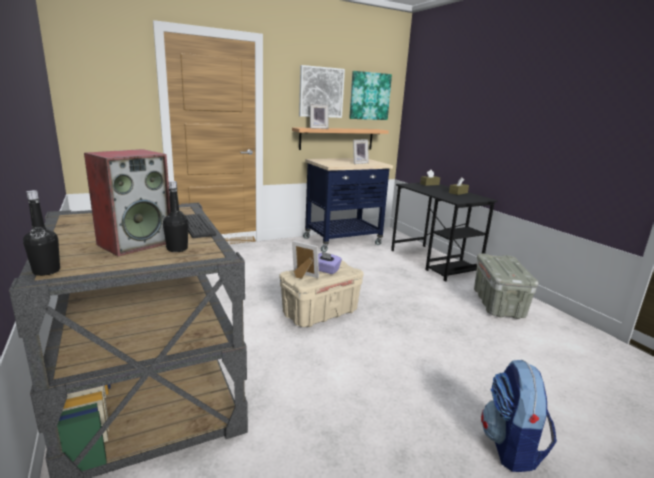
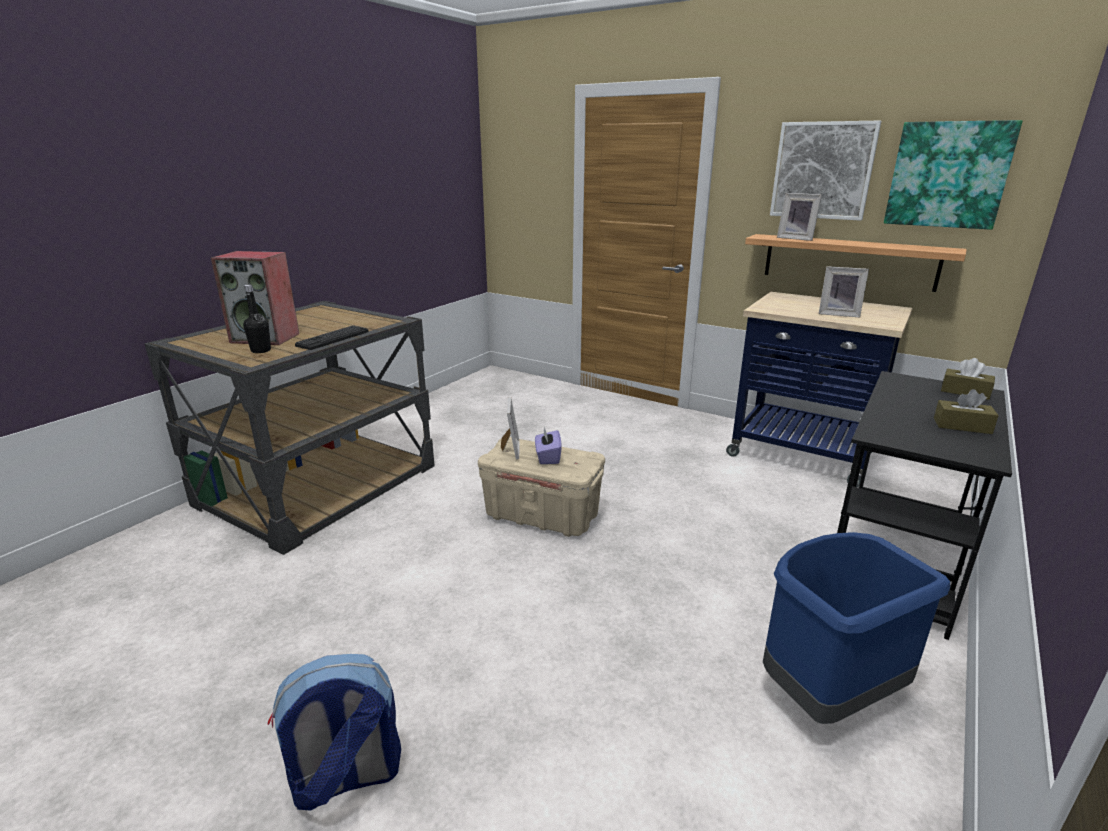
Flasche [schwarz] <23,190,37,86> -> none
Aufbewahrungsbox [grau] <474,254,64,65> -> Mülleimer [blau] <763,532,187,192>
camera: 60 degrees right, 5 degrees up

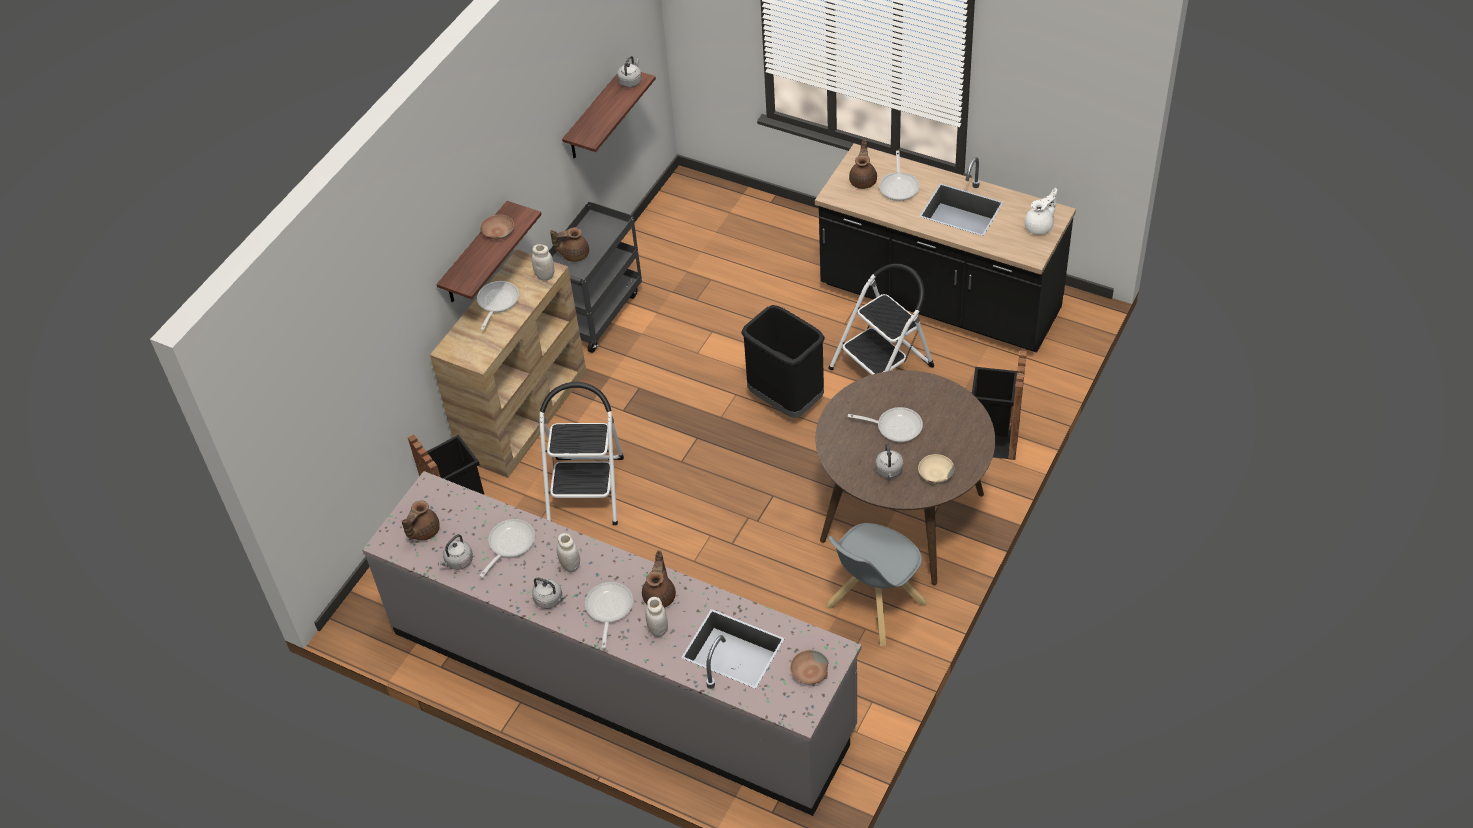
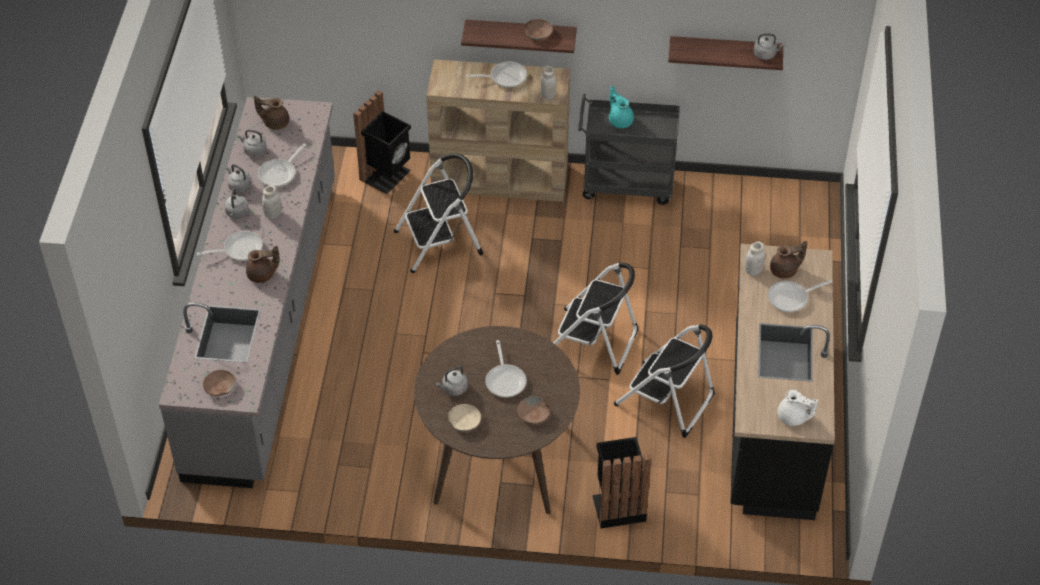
Teekanne [braun] <550,227,39,35> -> Teekanne [türkis] <609,86,25,42>
Mülleimer [schwarz] <741,305,84,113> -> Trittleiter <553,263,86,112>
Pfanne <480,519,55,58> -> Pfanne <258,144,48,43>, 120 degrees clockwise
Stuhl [grau] <826,523,100,123> -> none
Vorratsglas [weiß] <645,597,23,40> -> Vorratsglas [weiß] <745,242,20,33>, relocated
none -> Wasserkessel [grau] <226,164,25,29>
none -> Schüssel [braun] <518,396,33,28>
camera: 65 degrees right, 0 degrees up

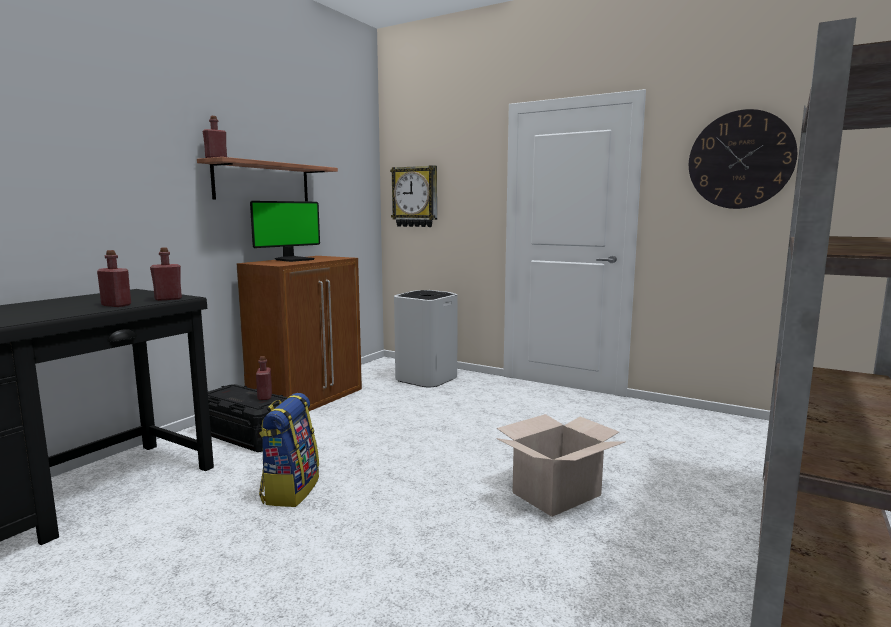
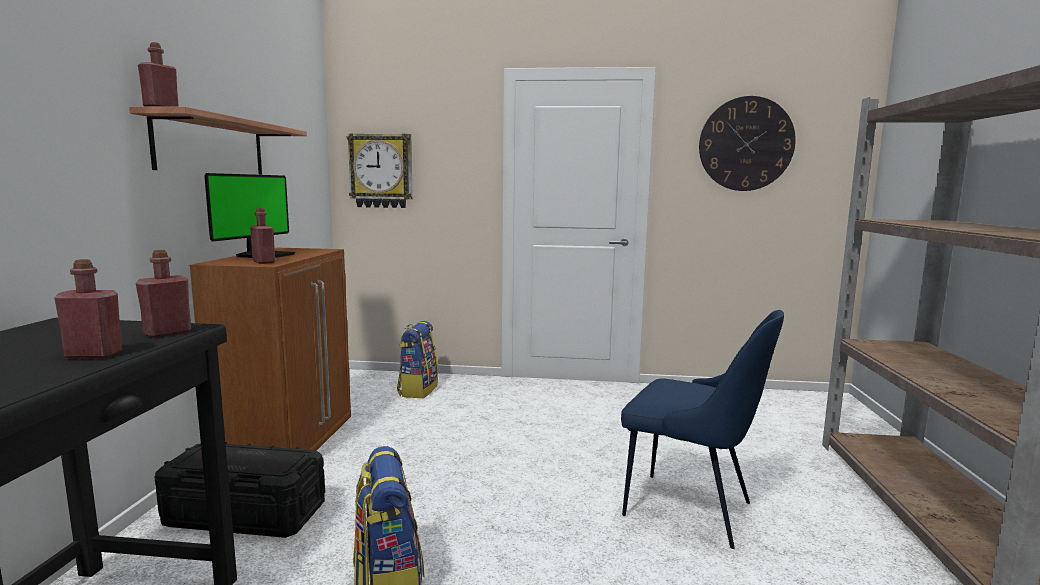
Mülleimer [weiß] <394,290,64,97> -> Rucksack <397,321,42,77>
Flasche [rot] <256,356,16,44> -> Flasche [rot] <250,207,25,57>, relocated
Karton <496,414,129,103> -> Stuhl [blau] <621,310,163,239>
camera: 25 degrees left, 0 degrees up

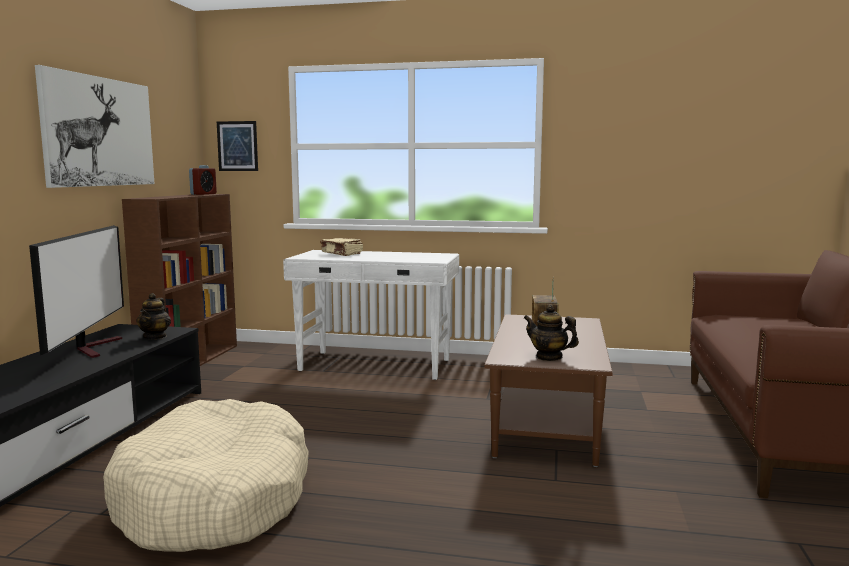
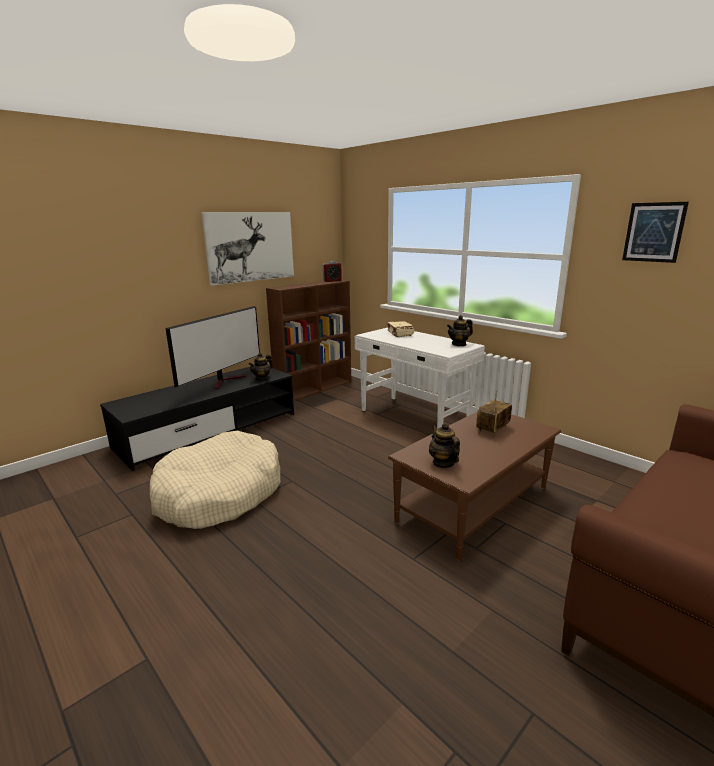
Bild <217,121,41,50> -> Bild <622,202,67,61>, relocated
none -> Teekanne <447,315,26,31>
camera: 35 degrees right, 10 degrees up

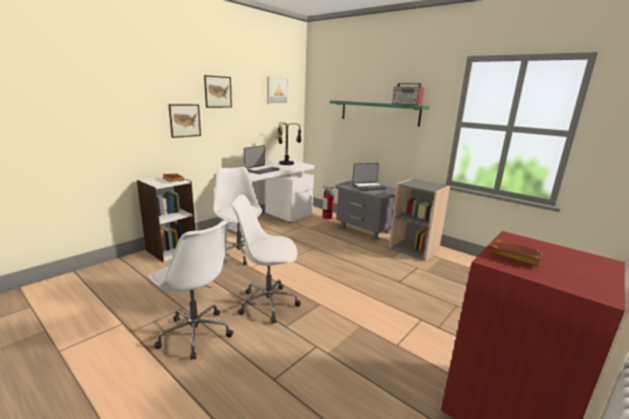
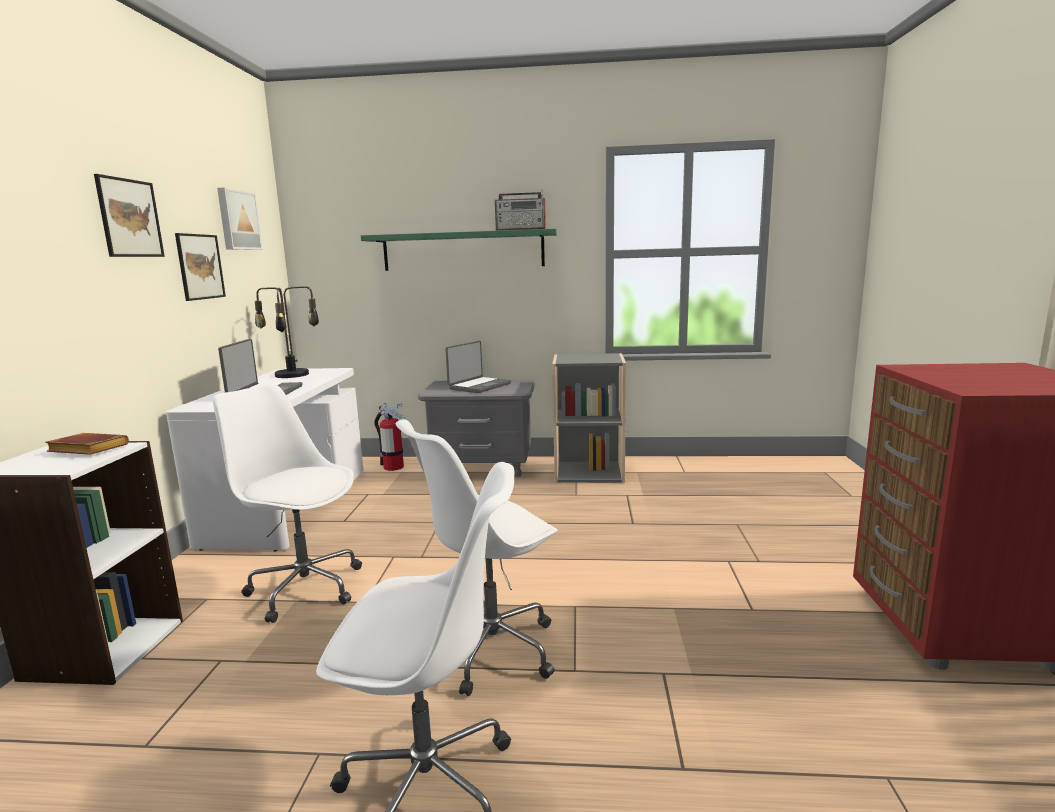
Bild <169,104,32,34> -> Bild <175,233,51,68>, relocated
Buch [braun] <490,239,52,28> -> none
camera: 35 degrees left, 5 degrees down

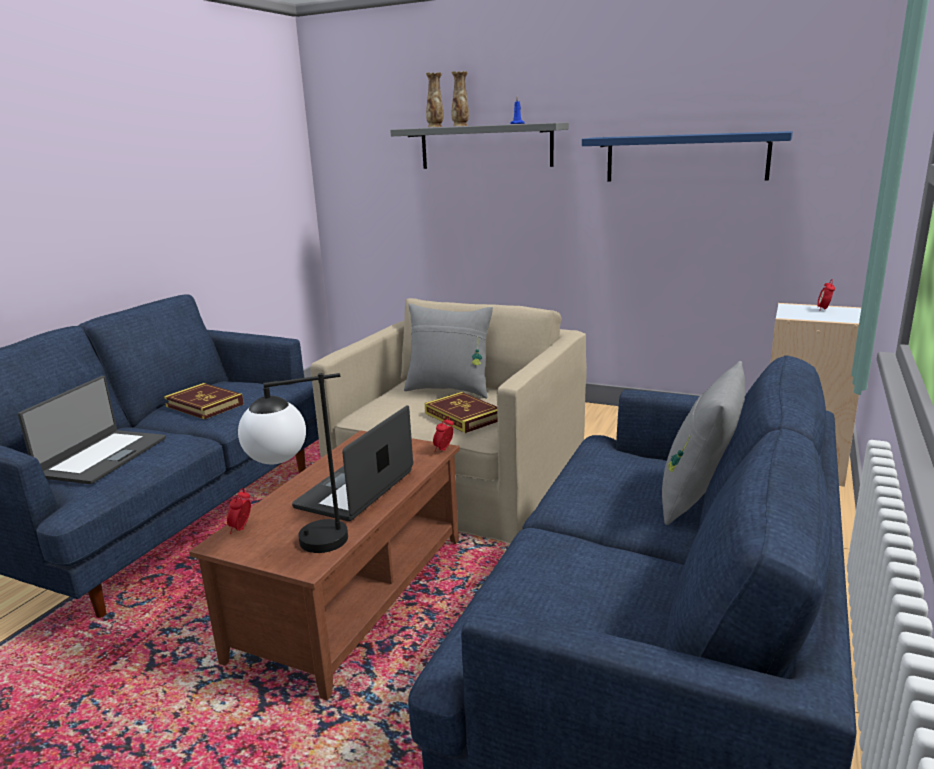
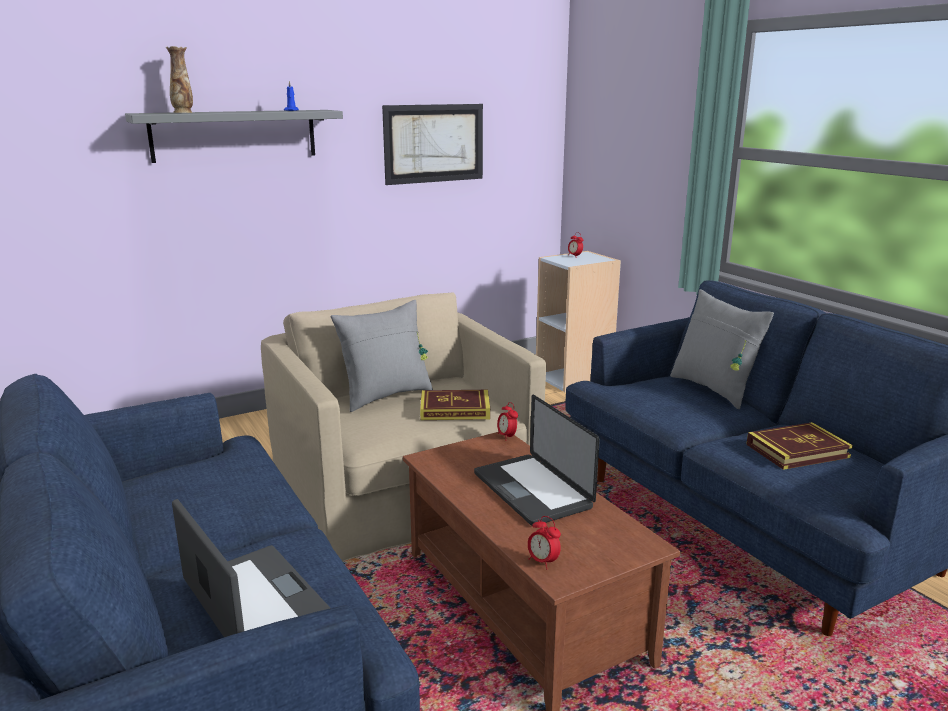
Vase <451,71,18,55> -> none
Wandregal [blau] <582,131,211,51> -> Bild <382,104,101,81>
Tischlampe <238,373,110,180> -> none
Buch <164,383,80,36> -> Buch <746,422,107,48>, relocated
camera: 55 degrees left, 0 degrees up

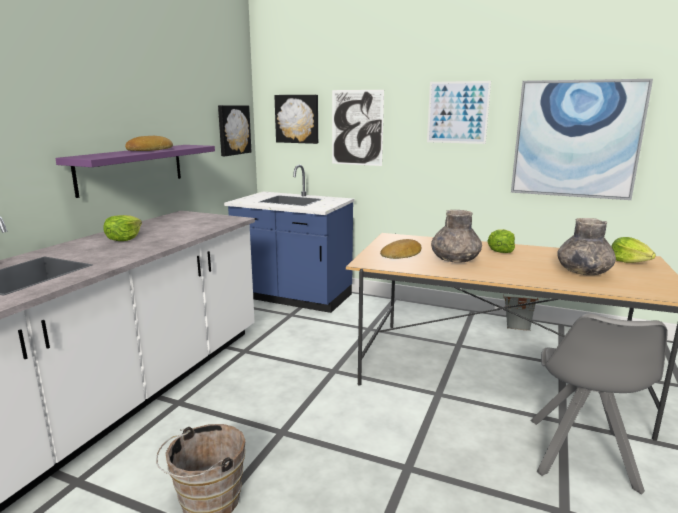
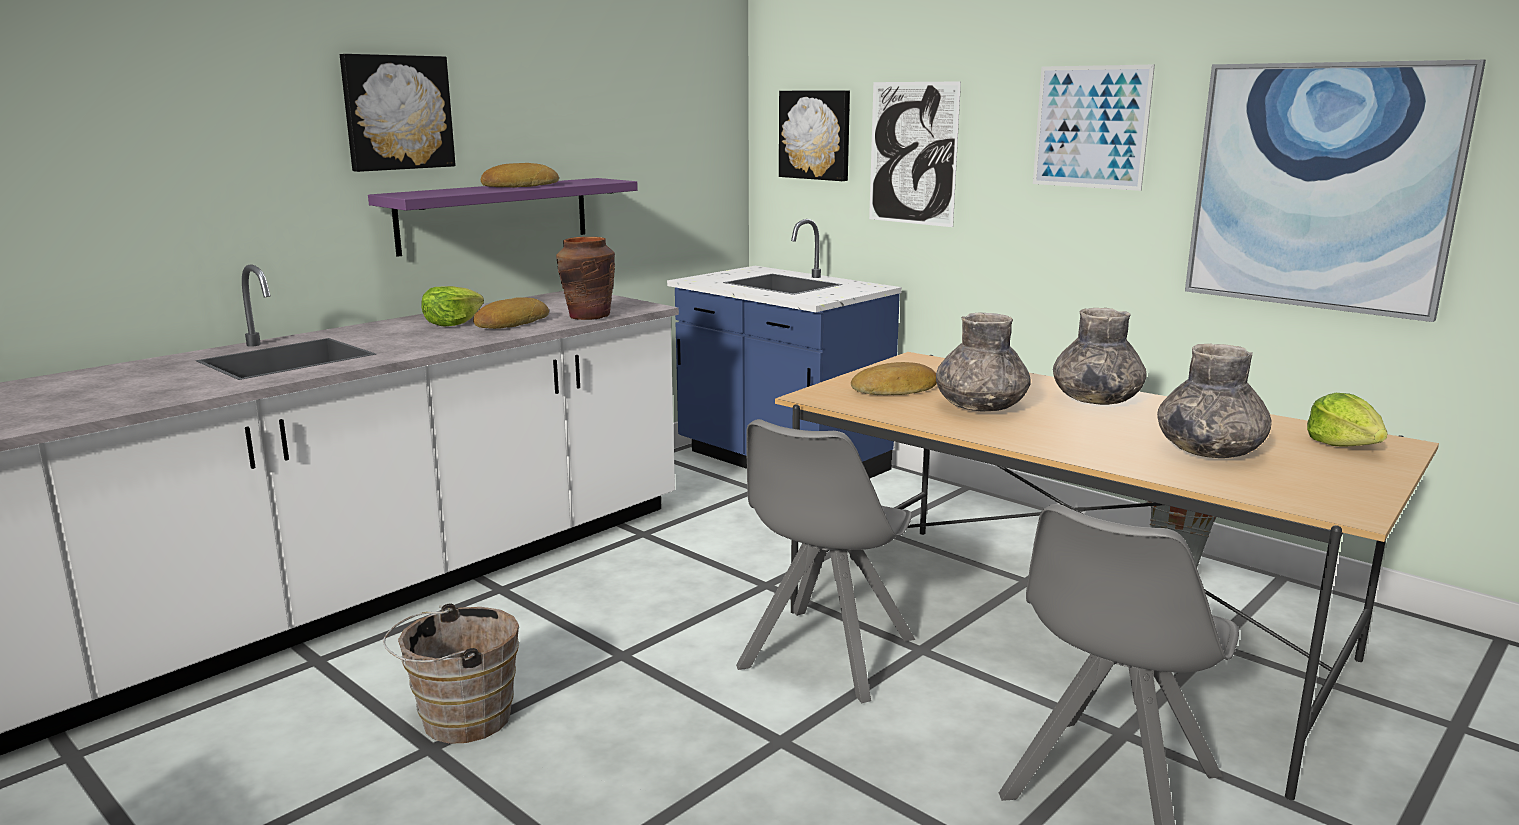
Bild <218,105,33,51> -> Bild <340,54,116,118>, relocated
Salatkopf <487,229,28,24> -> Vase [grau] <1053,308,94,97>
none -> Vase [braun] <556,237,59,83>
none -> Brot <473,297,76,32>
none -> Stuhl [grau] <736,419,180,284>
camera: 20 degrees right, 0 degrees up

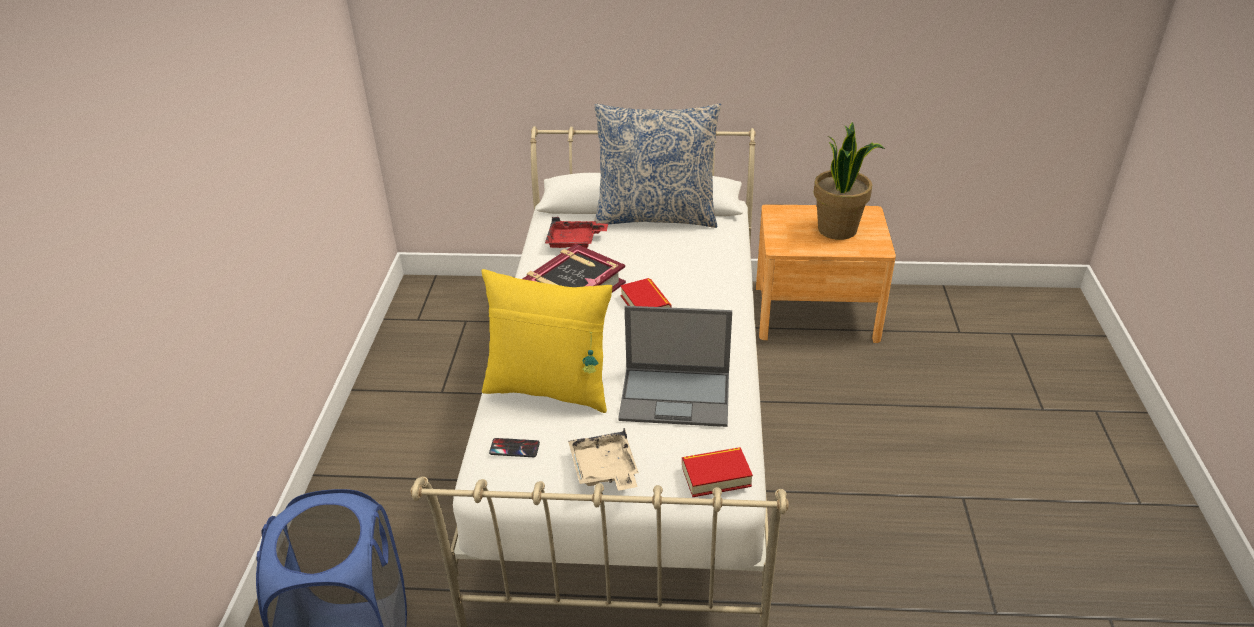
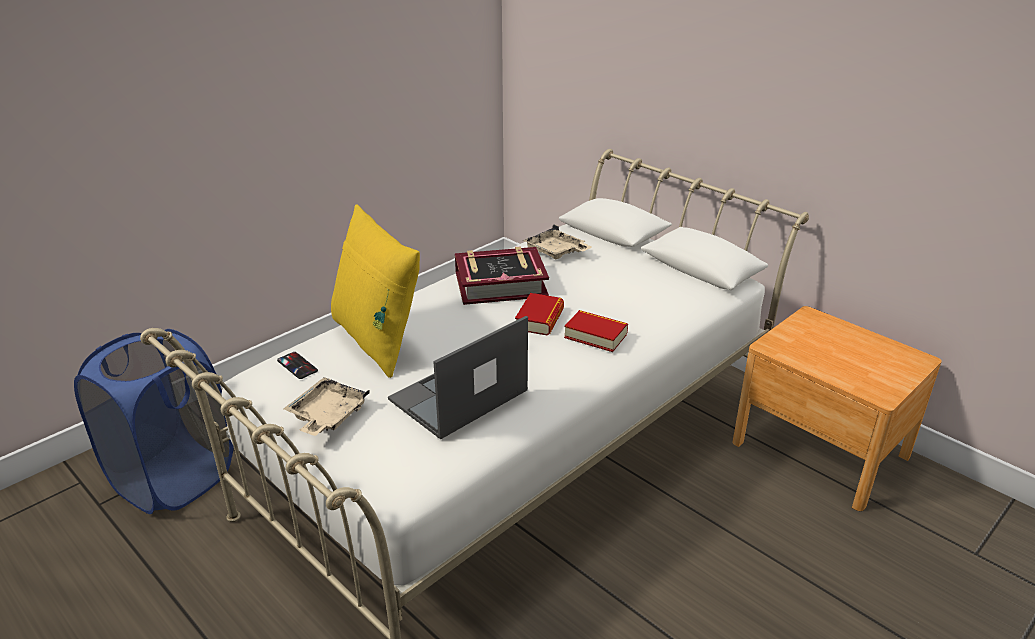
Kissen <594,103,127,125> -> none
Topfpflanze <814,122,71,118> -> none
Tablett [rot] <545,217,63,31> -> Tablett [beige] <522,224,69,35>
Laptop <618,306,114,121> -> Laptop <388,316,140,124>, 90 degrees clockwise
Buch <682,447,71,50> -> Buch <564,310,64,42>, relocated
camera: 40 degrees right, 5 degrees down

